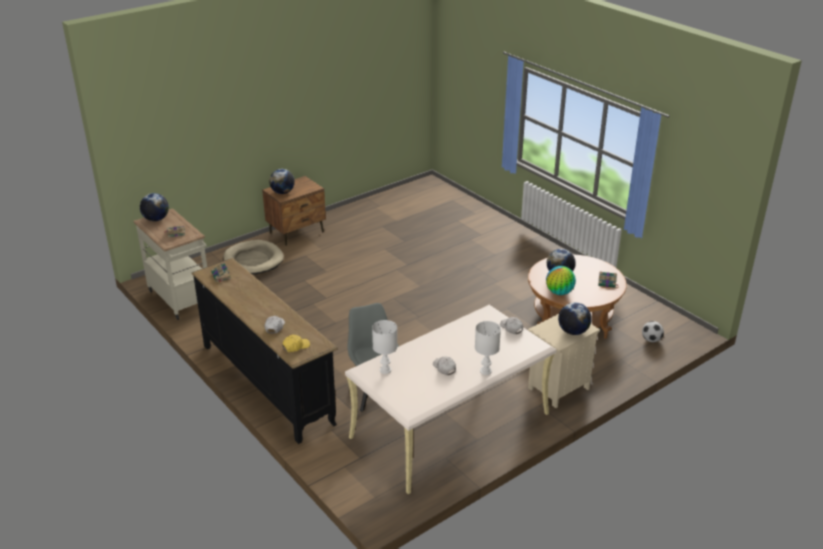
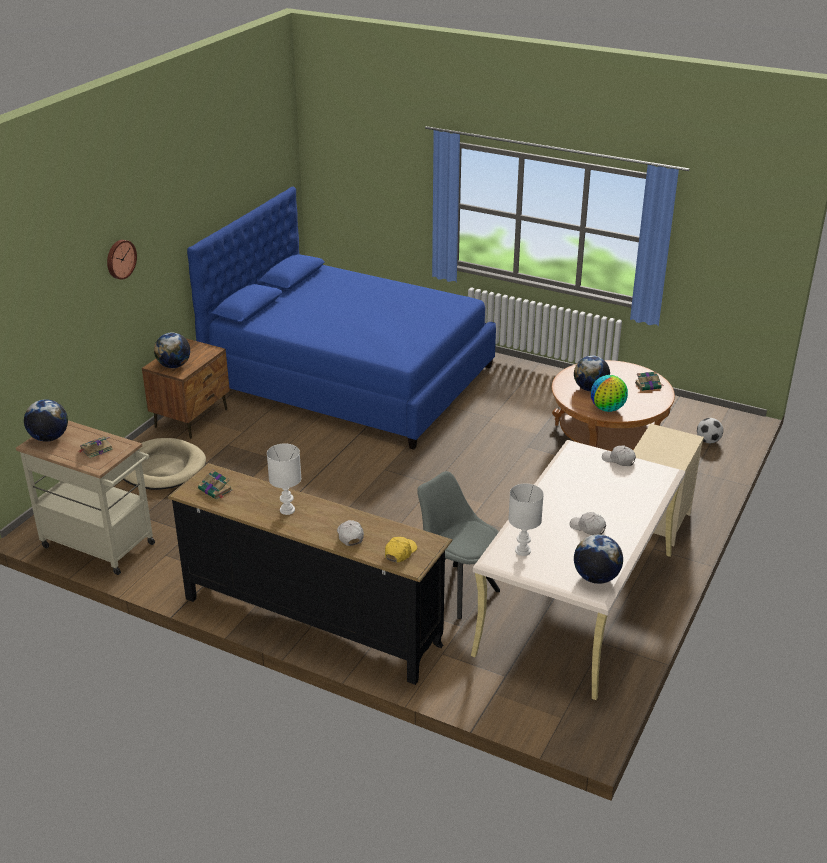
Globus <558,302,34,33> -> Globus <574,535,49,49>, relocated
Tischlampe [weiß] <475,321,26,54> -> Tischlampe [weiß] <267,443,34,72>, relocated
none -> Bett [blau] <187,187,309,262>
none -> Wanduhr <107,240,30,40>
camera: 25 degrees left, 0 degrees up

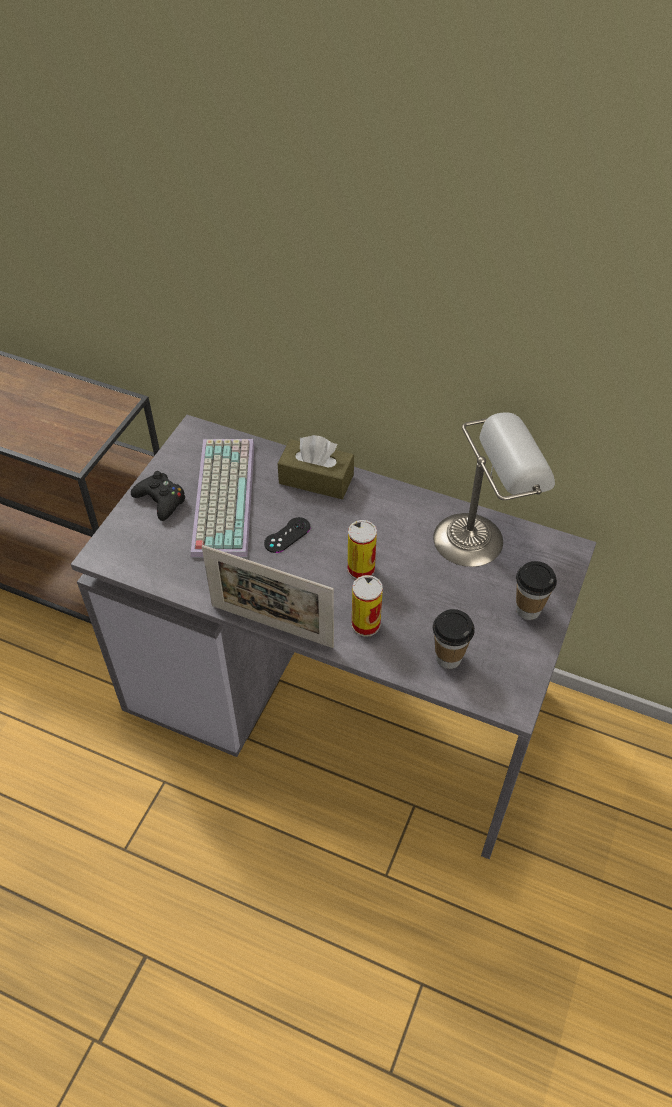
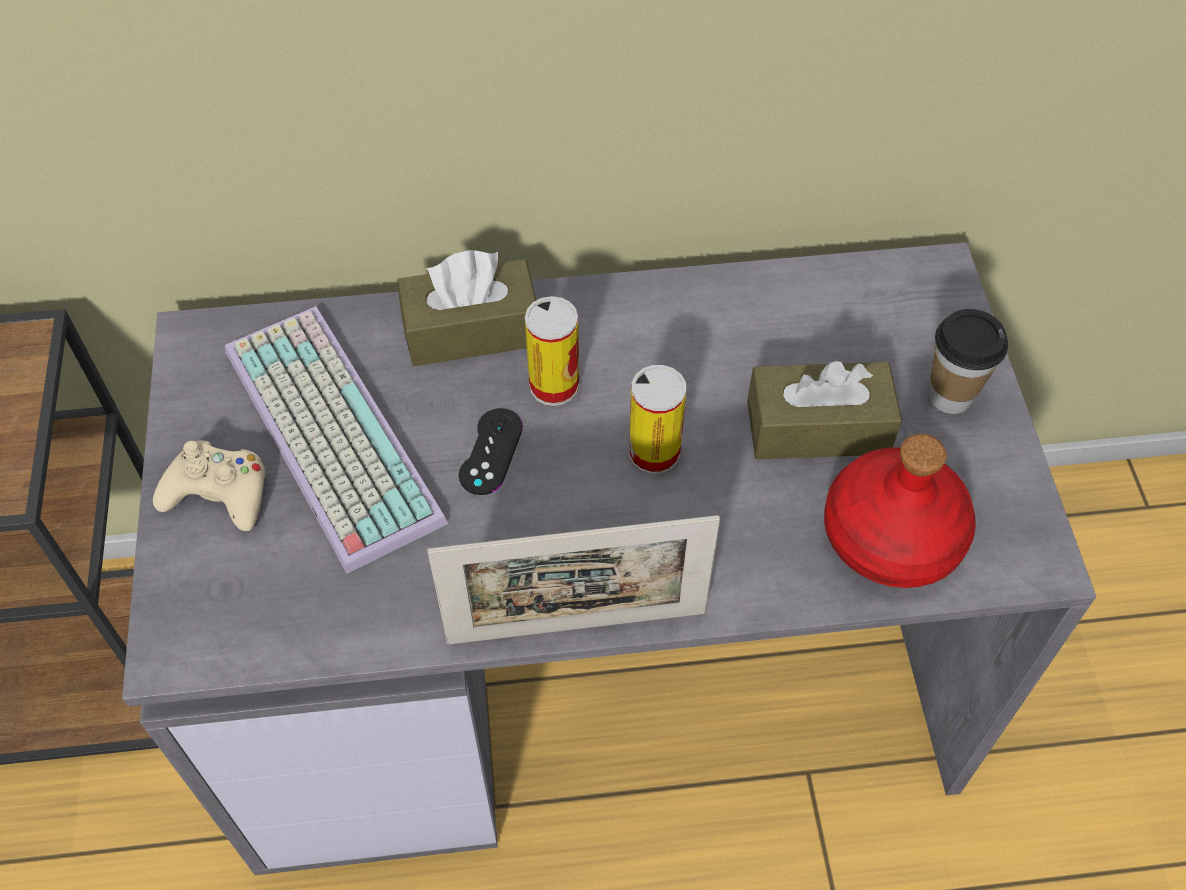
Tischlampe [weiß] <433,412,122,155> -> none
Gamepad [schwarz] <131,471,55,50> -> Gamepad [beige] <153,440,112,91>
Dose <352,575,31,62> -> Dose <525,296,54,110>, relocated
Tasse <433,609,42,60> -> Flasche [rot] <824,434,152,154>
none -> Taschentuchbox [braun] <747,361,155,98>
camera: 30 degrees left, 5 degrees up

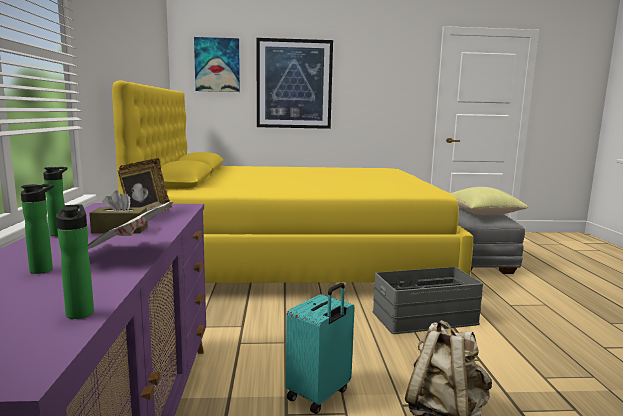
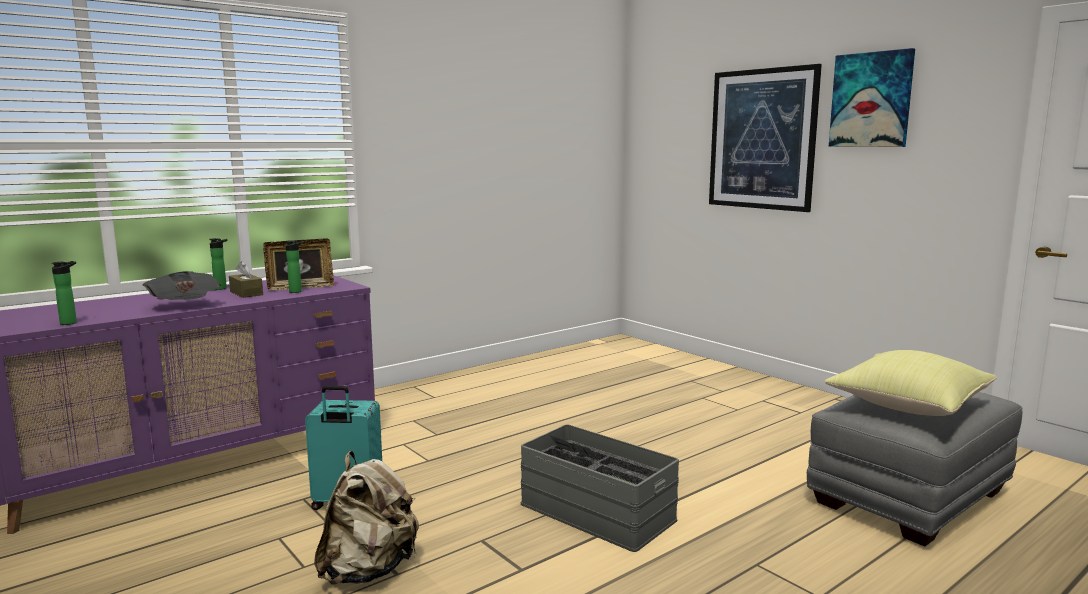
Bild <194,37,46,55> -> Bild <829,48,86,99>, relocated
Bett [gelb] <112,80,361,203> -> none
Flasche <21,184,33,90> -> Flasche <285,240,18,53>, relocated
camera: 55 degrees right, 0 degrees up

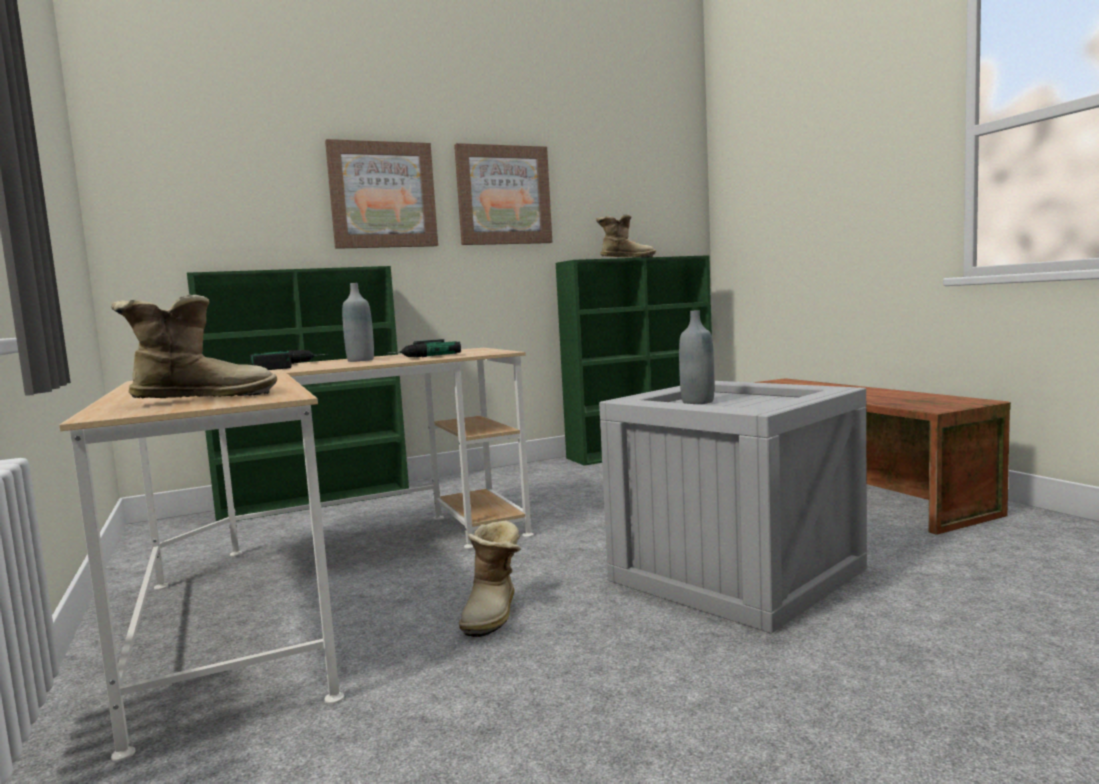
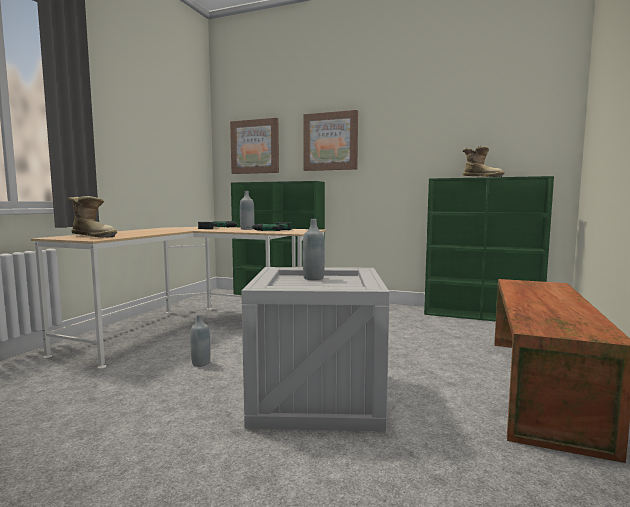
Bild <454,143,98,102> -> Bild <230,118,49,56>, relocated
Stiefel <459,520,62,117> -> Flasche [grau] <190,314,21,53>
camera: 45 degrees right, 0 degrees up

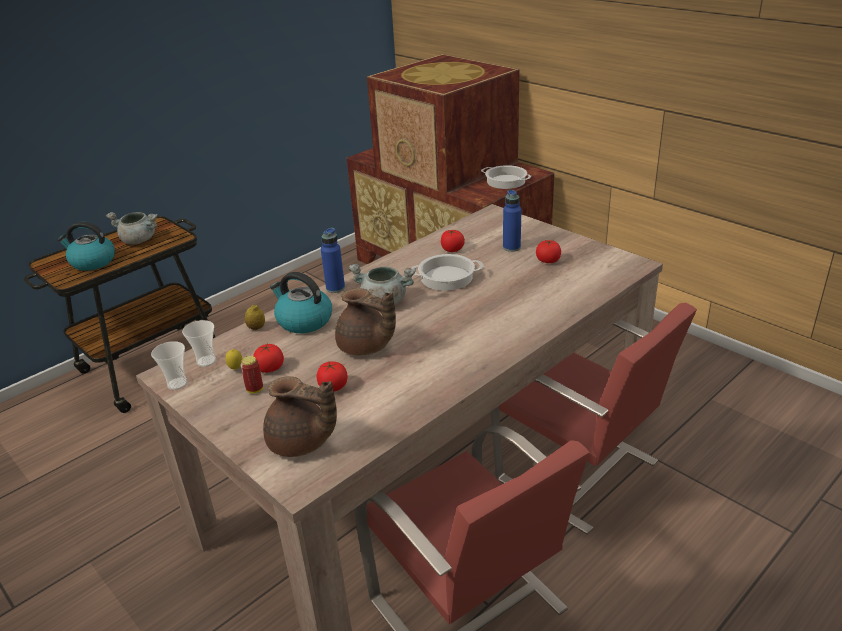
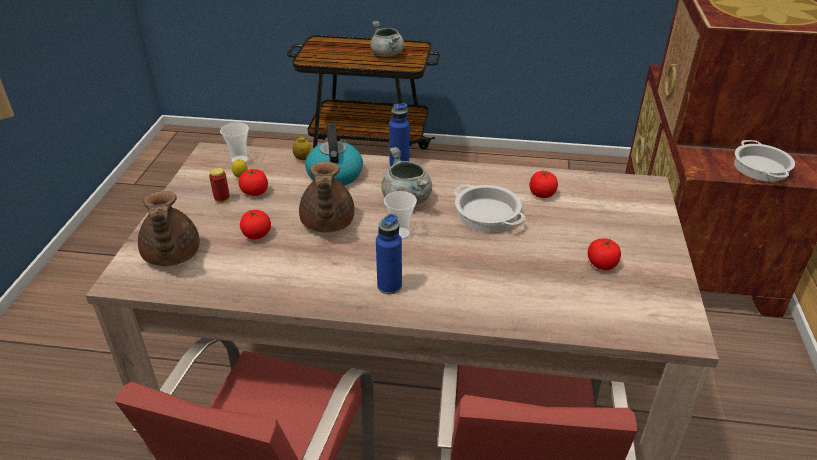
Flasche [blau] <503,190,18,62> -> Flasche [blau] <376,214,26,80>, relocated
Wasserkessel <57,222,58,49> -> none
Tasse <151,341,36,49> -> Tasse <384,191,33,49>, relocated
camera: 50 degrees right, 5 degrees up

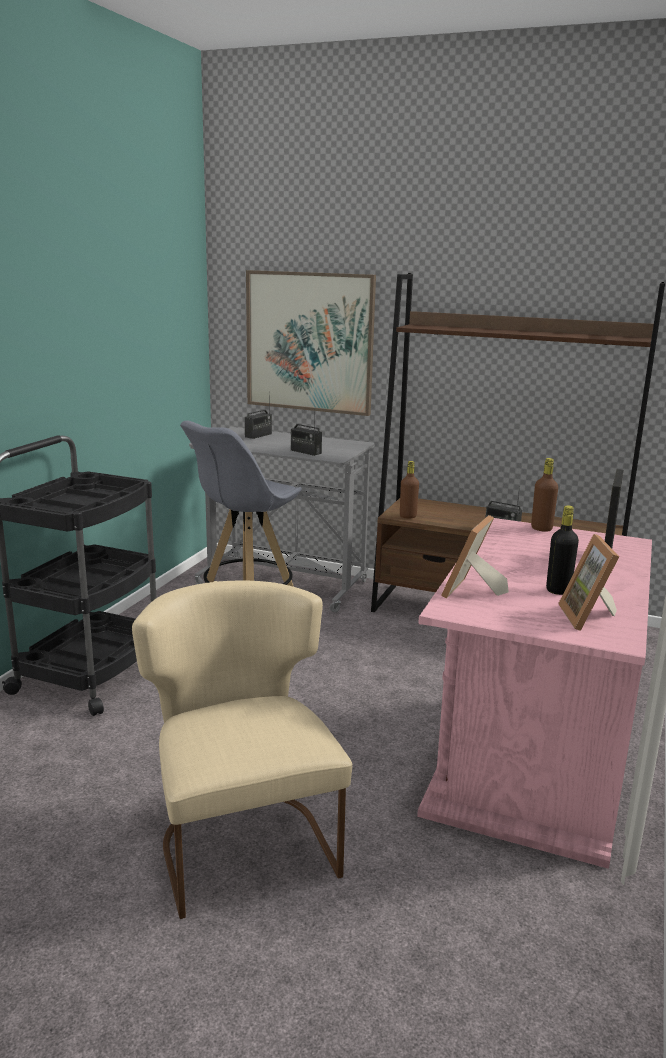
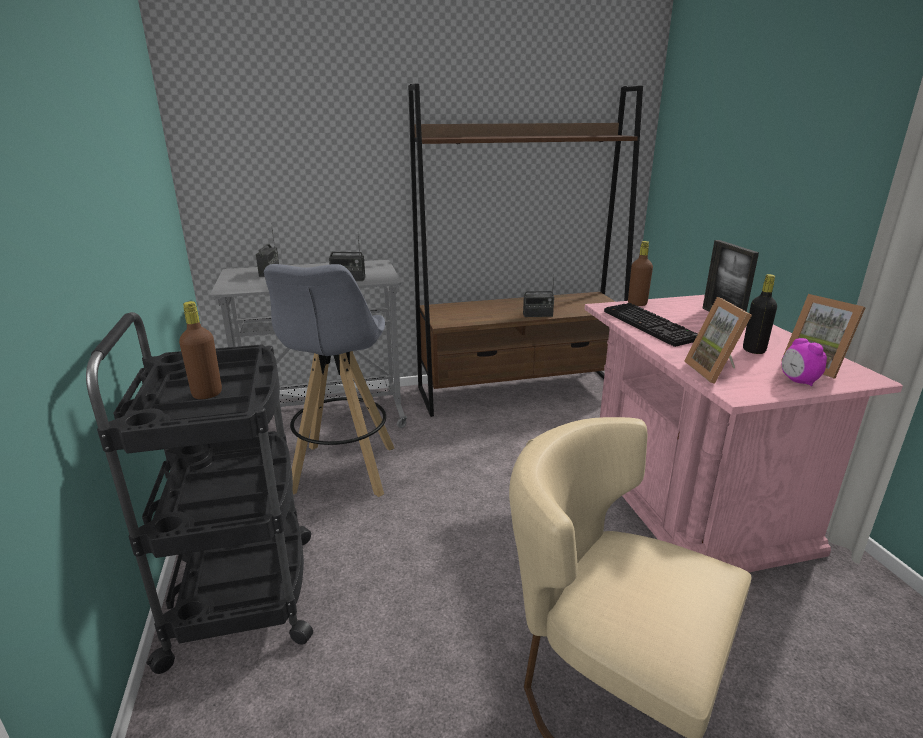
Bild <246,270,130,146> -> none
Flasche [braun] <400,461,19,58> -> Flasche [braun] <179,301,43,98>, relocated
none -> Tastatur <604,303,94,44>
none -> Wecker <782,338,45,48>
camera: 35 degrees left, 5 degrees up

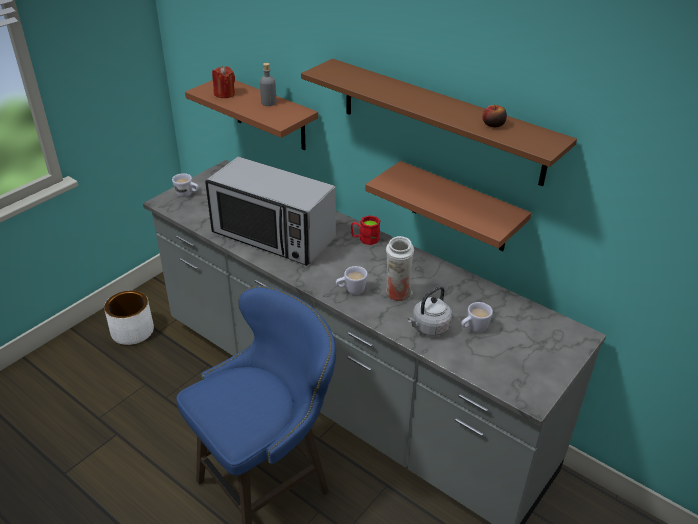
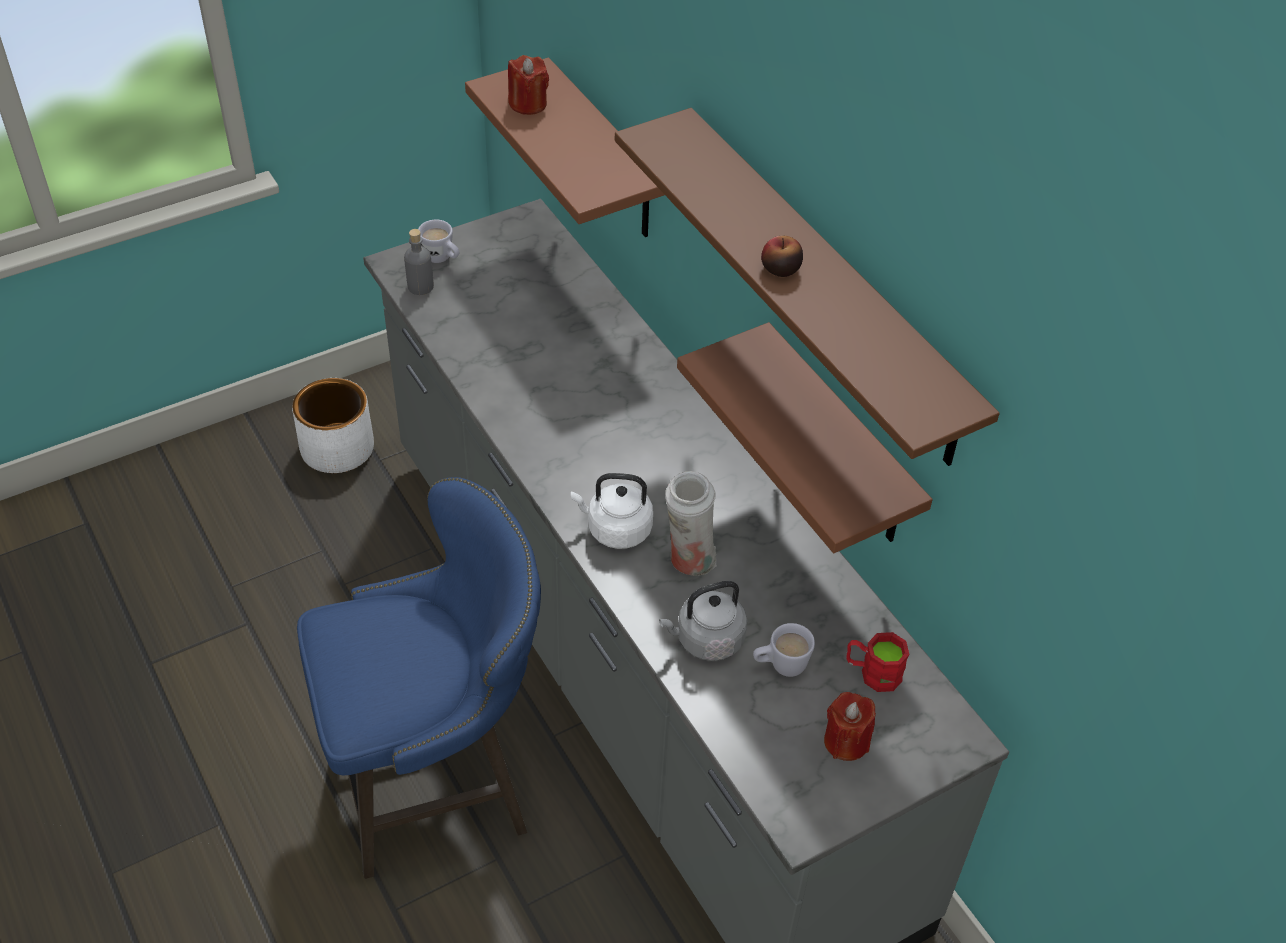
Flasche [grau] <260,63,16,43> -> Flasche [grau] <404,229,30,66>, relocated
Apfel <483,105,24,22> -> Apfel <761,236,42,41>, relocated
Mikrowelle <205,157,131,109> -> none
Henkelbecher [rot] <351,215,29,30> -> Henkelbecher [rot] <846,632,63,60>, relocated
Henkelbecher [weiß] <336,266,32,29> -> Wasserkessel [weiß] <571,473,82,76>
none -> Kerze [rot] <824,692,52,69>
camera: 20 degrees right, 10 degrees up

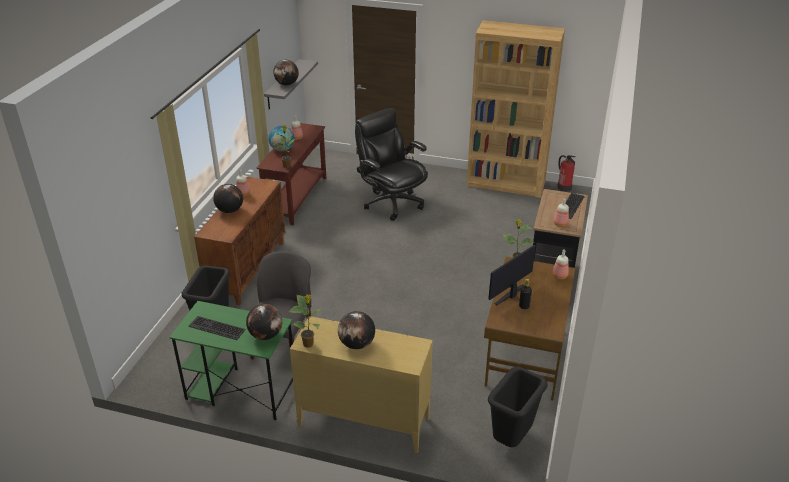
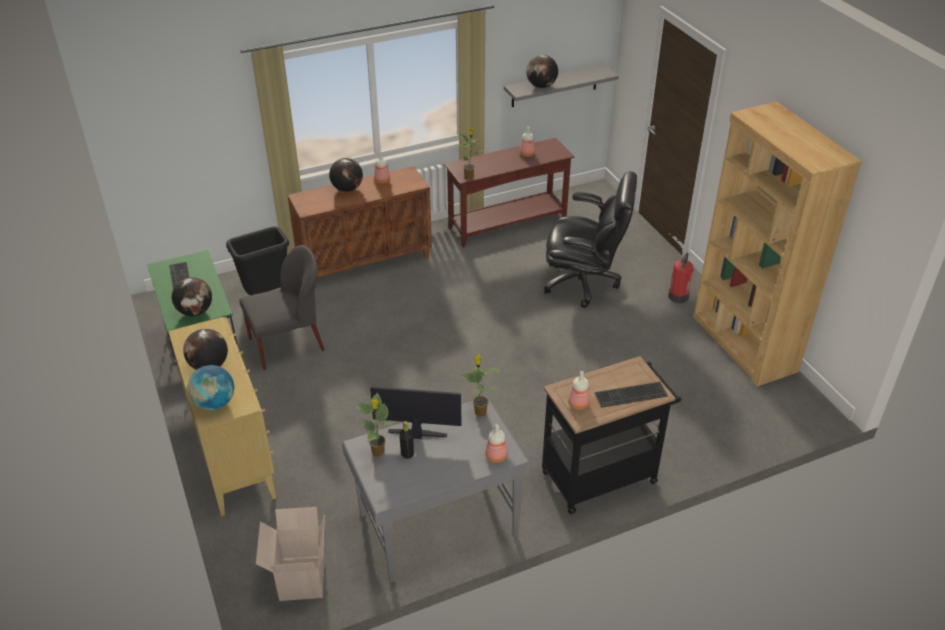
Bürostuhl [schwarz] <355,108,73,113> -> Bürostuhl [schwarz] <544,171,93,137>, 90 degrees clockwise
Globus <269,126,25,26> -> Globus <187,365,47,46>, relocated
Feuerlöscher <557,155,19,37> -> Feuerlöscher <668,253,26,50>, relocated
Schreibtisch [braun] <484,257,91,143> -> Schreibtisch [grau] <342,397,188,186>
Topfpflanze <289,295,33,53> -> Topfpflanze <356,393,37,64>, relocated
Mülleimer [schwarz] <488,367,59,80> -> Karton <256,507,69,94>
camera: 50 degrees right, 5 degrees up

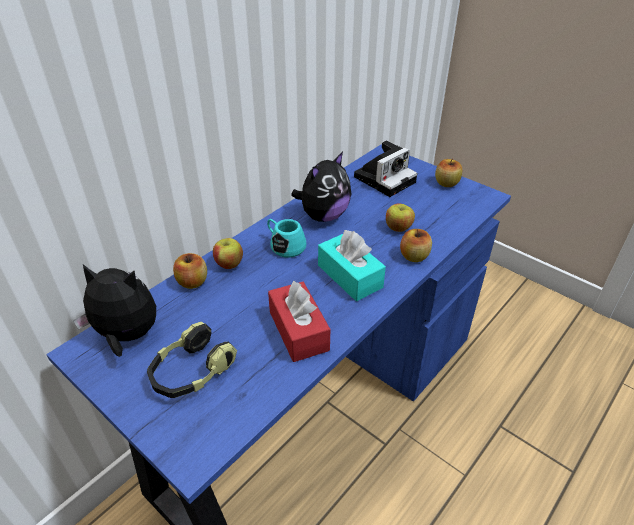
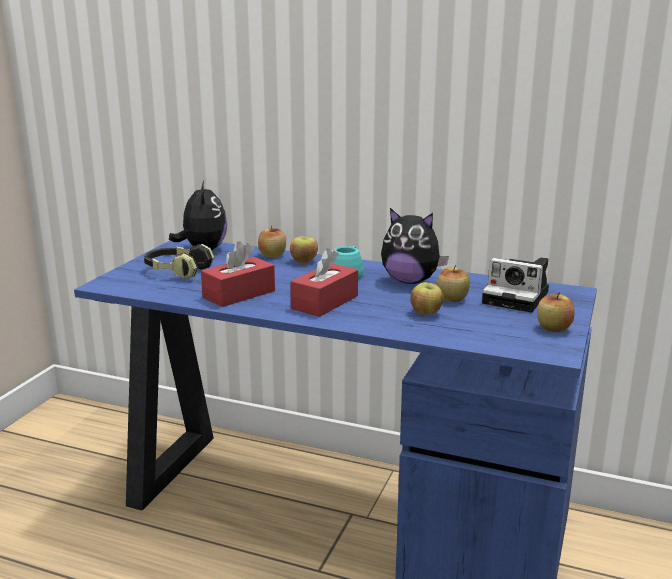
Apfel <400,229,32,33> -> Apfel <436,265,34,37>, relocated
Taschentuchbox [türkis] <318,230,68,71> -> Taschentuchbox [rot] <290,248,68,69>
camera: 70 degrees right, 20 degrees down

